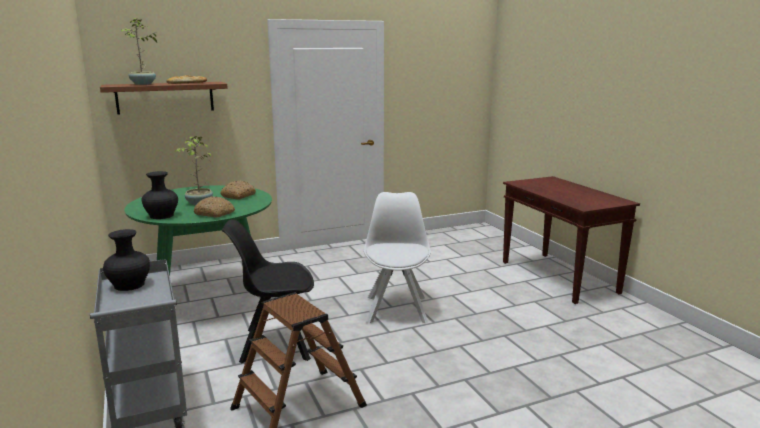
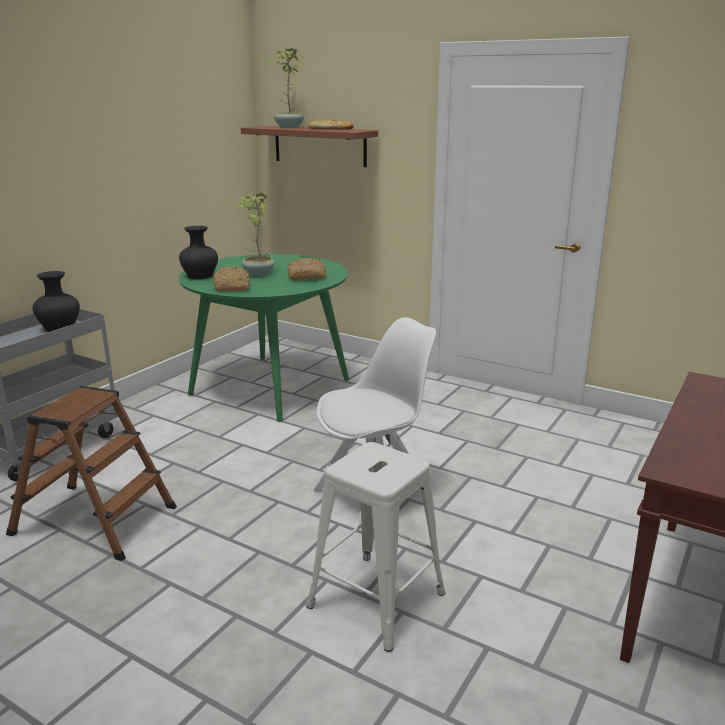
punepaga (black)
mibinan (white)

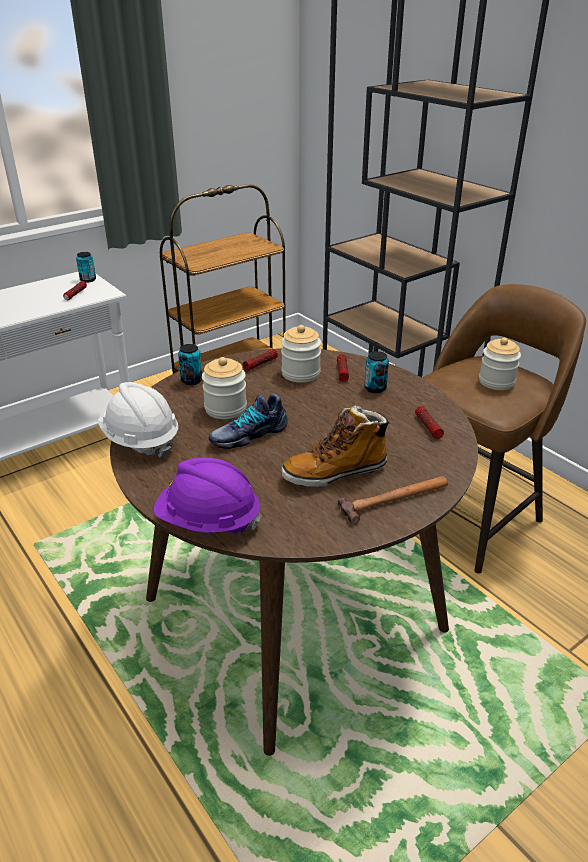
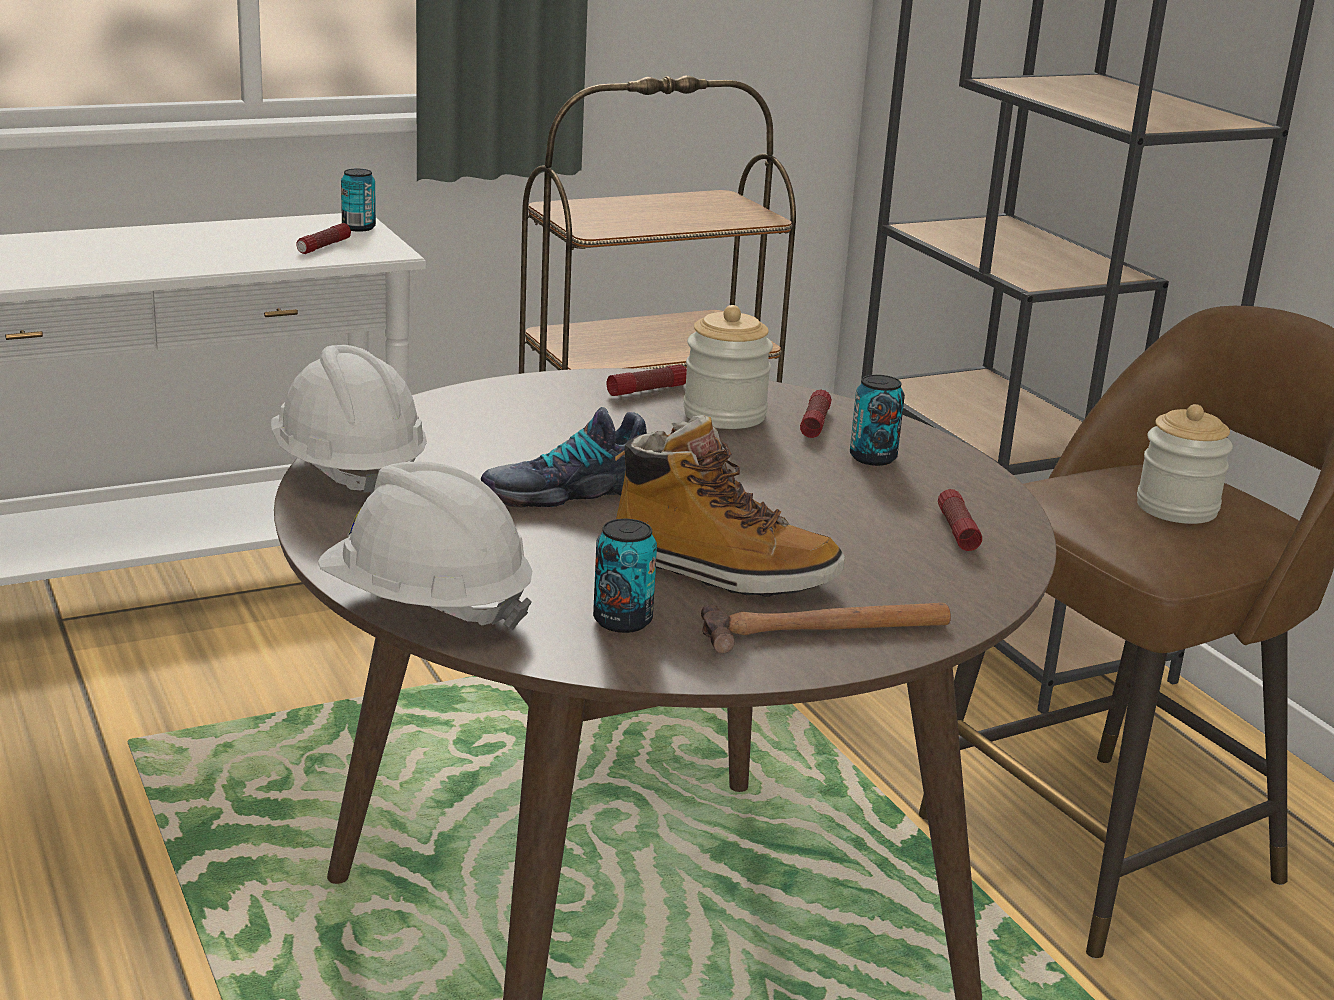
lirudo (no. 1 from left in the first image)
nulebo (no. 2 from left)
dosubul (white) (no. 2 from left)
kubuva

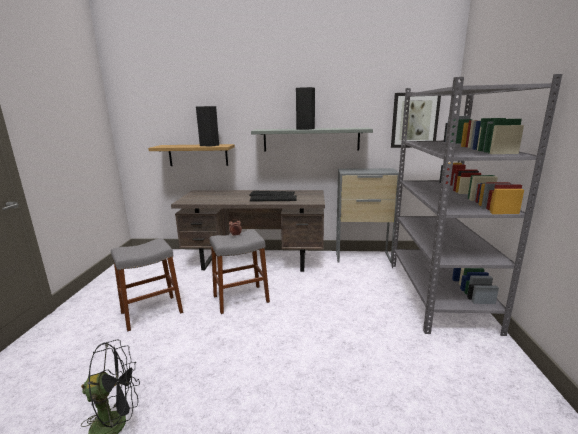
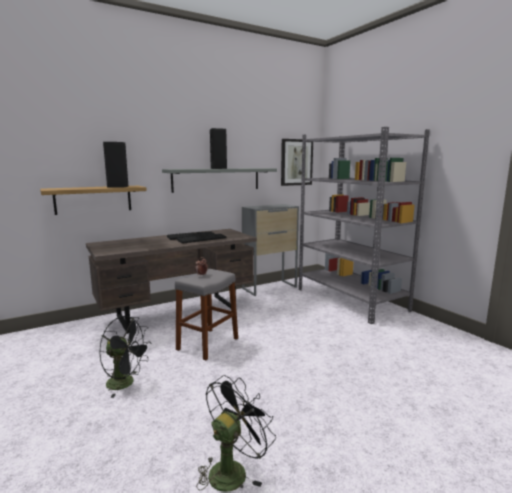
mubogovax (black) (no. 1 from left)

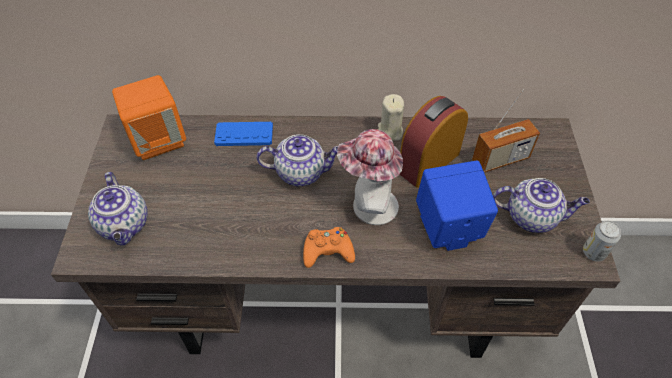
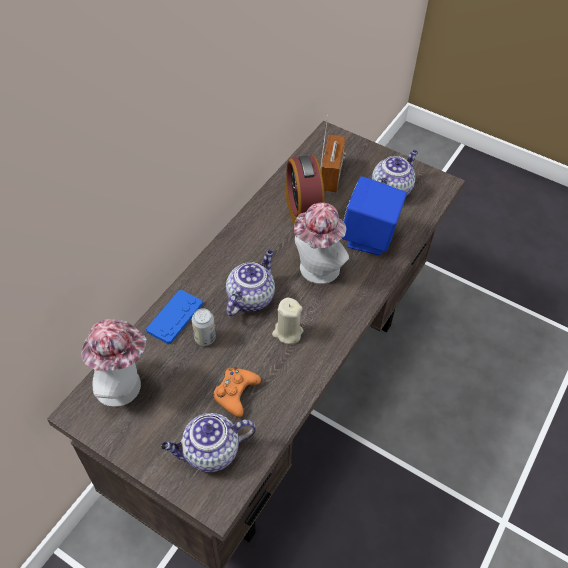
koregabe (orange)
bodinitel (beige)
nulebo
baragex (no. 1 from left)
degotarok (no. 1 from left)

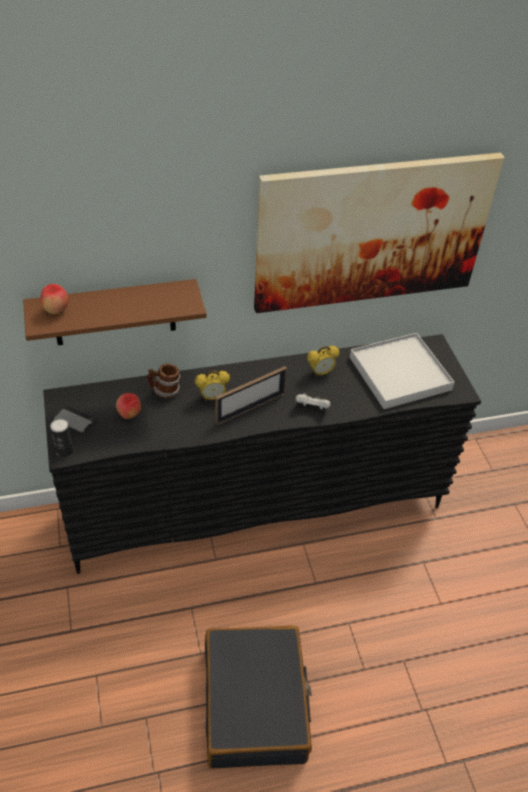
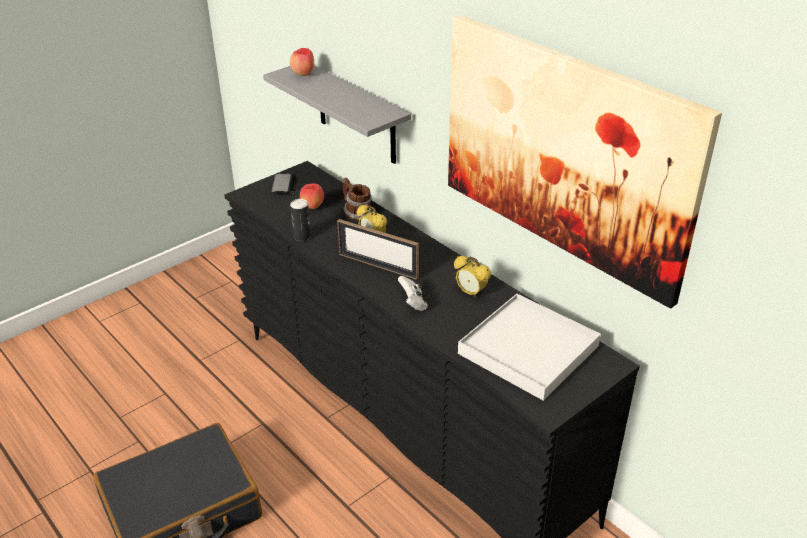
nulebo
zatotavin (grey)

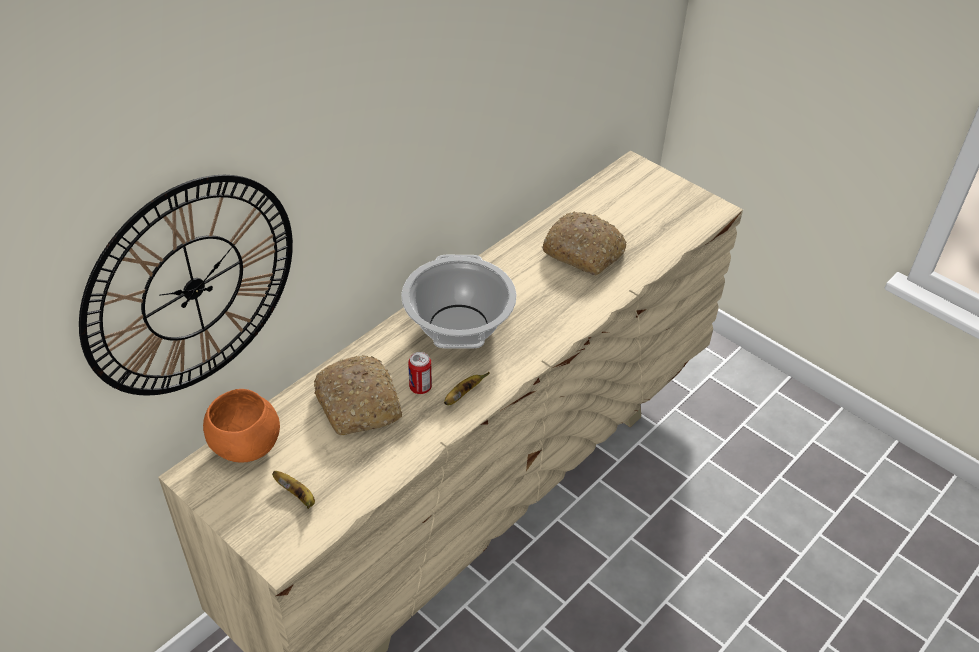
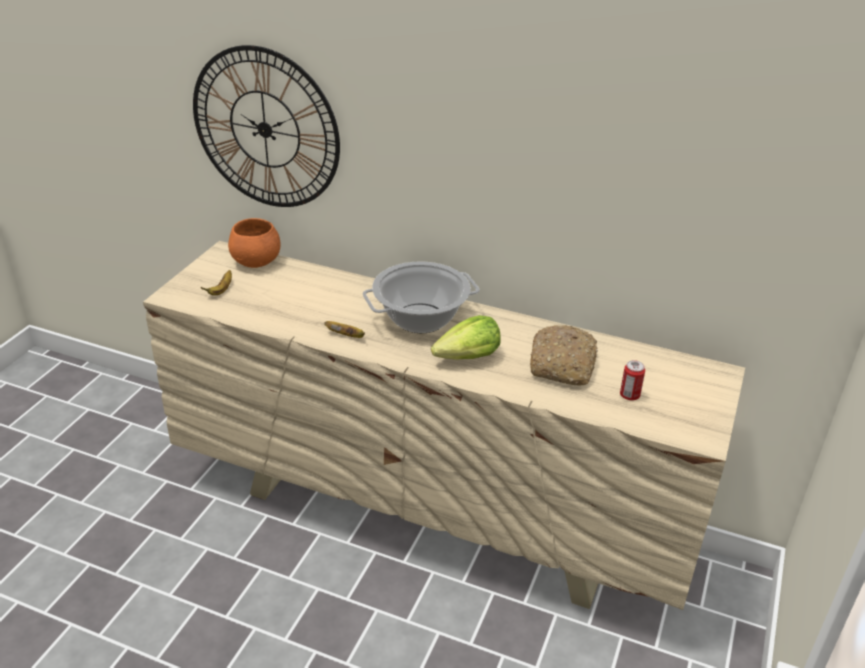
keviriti (no. 1 from left in the first image)
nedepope
nulebo

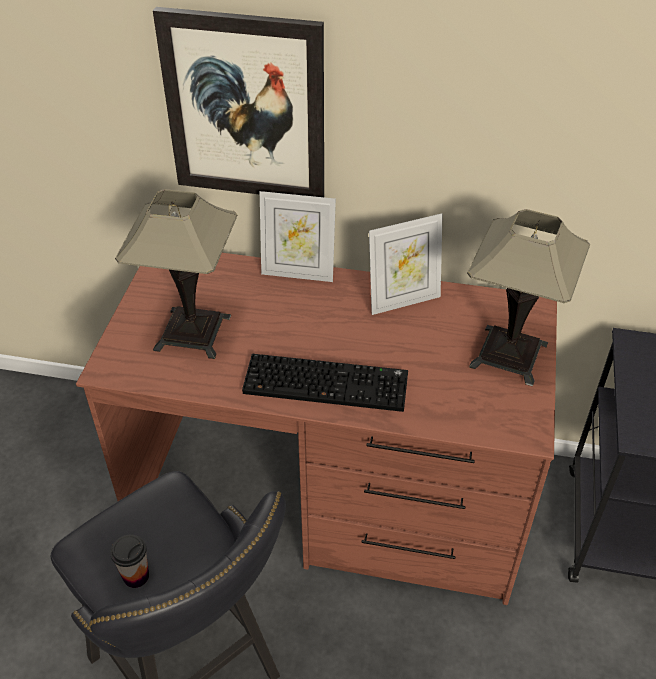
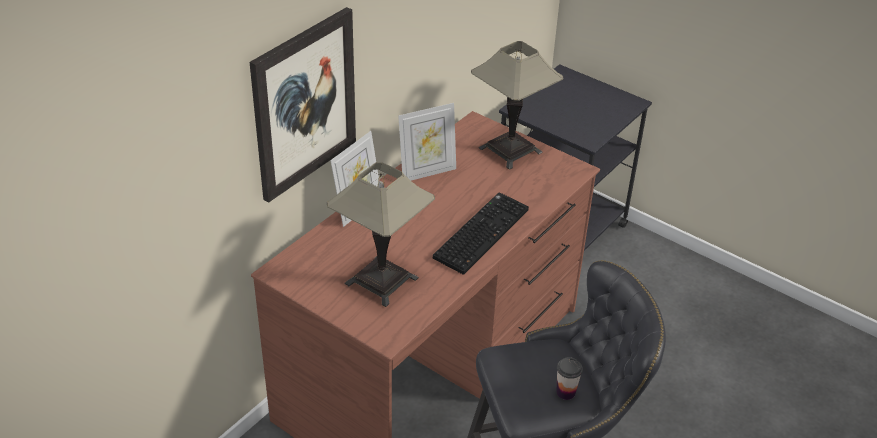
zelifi (no. 2 from left)

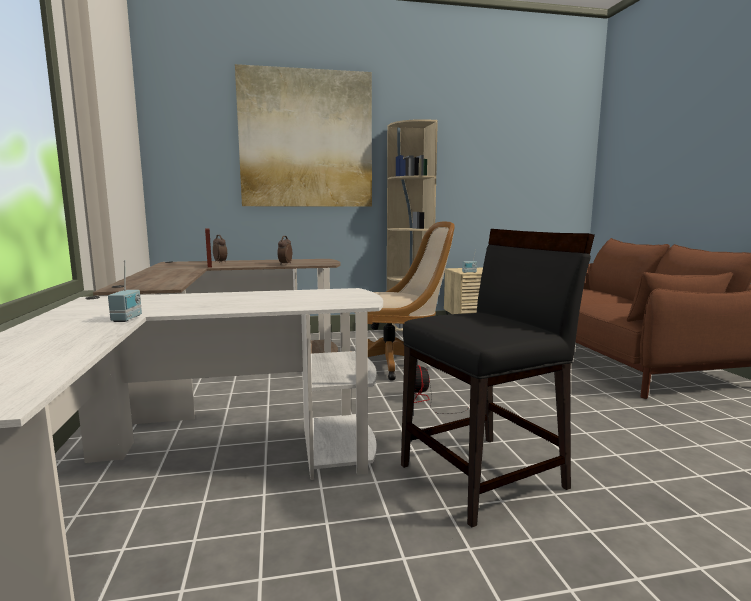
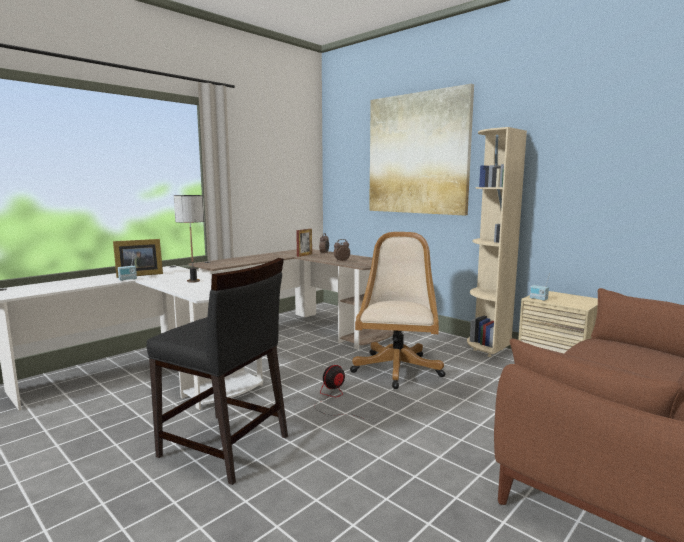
zelifi (no. 1 from left)
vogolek
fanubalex

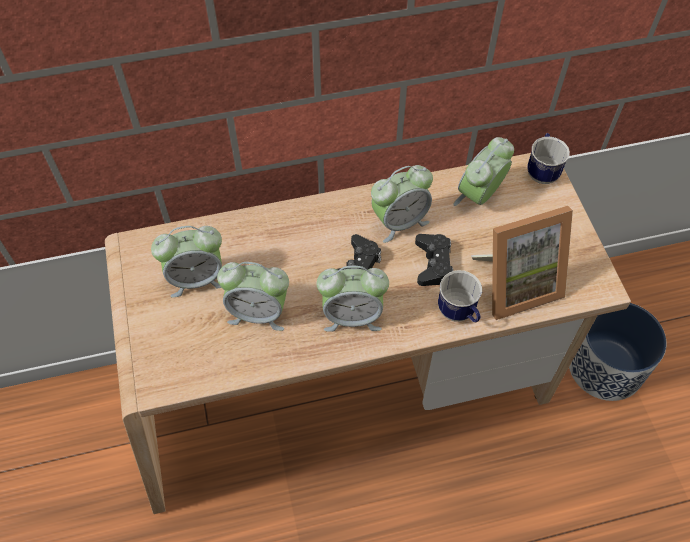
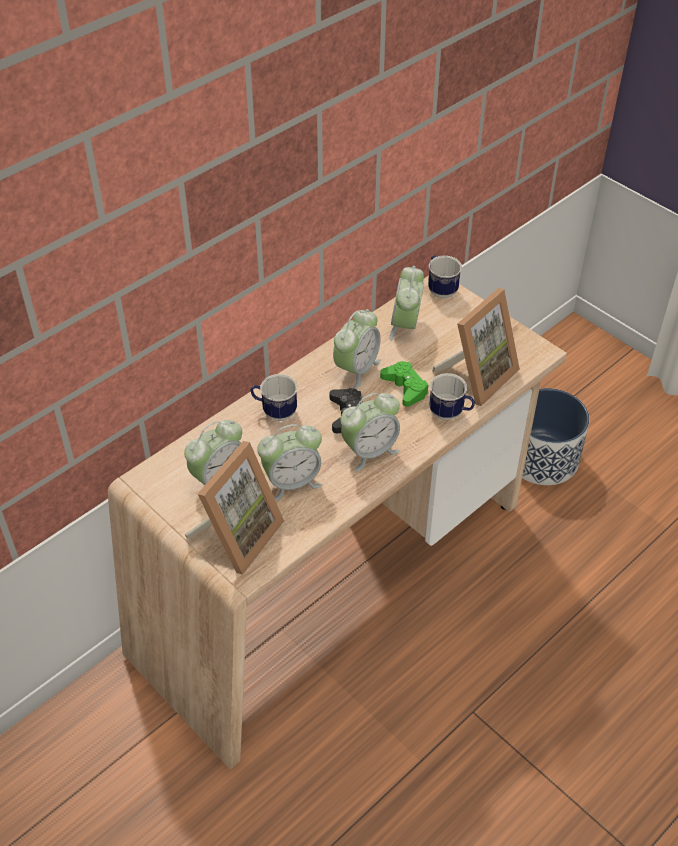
zelifi (no. 1 from left)
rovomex (no. 1 from left)
koregabe (green)

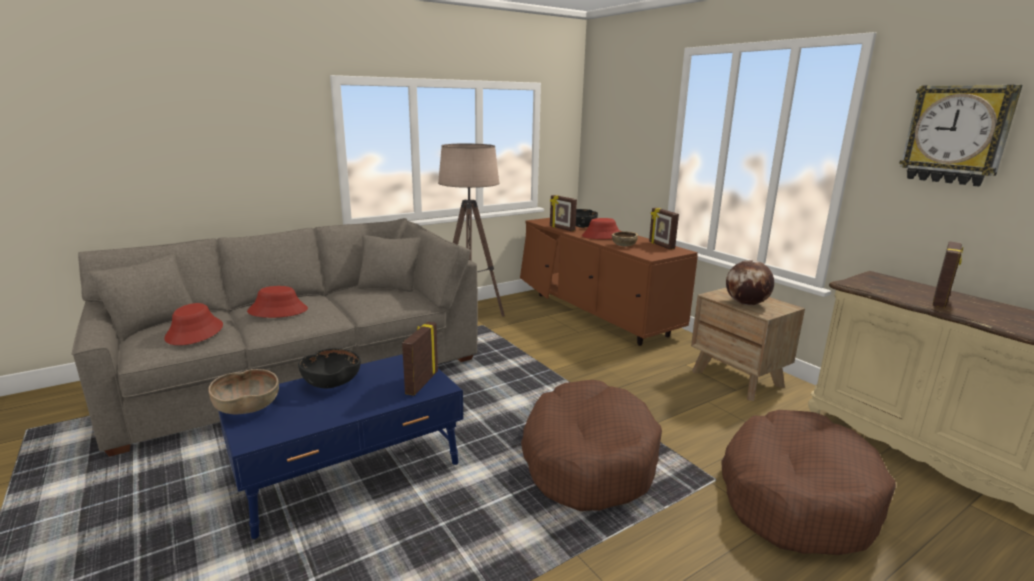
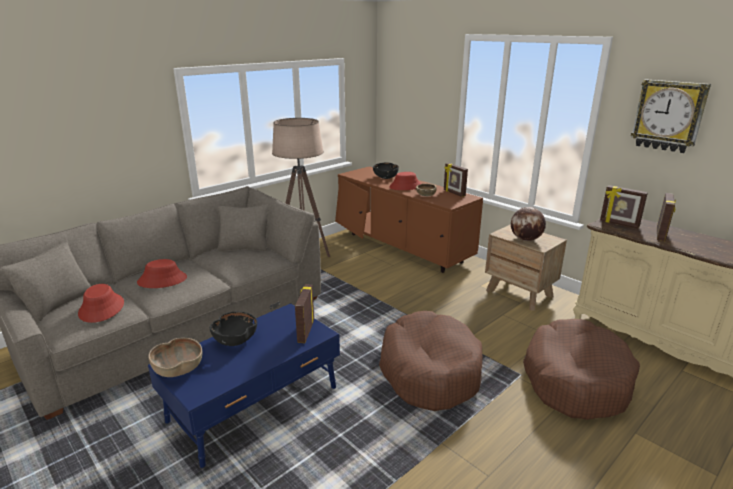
zelifi (no. 3 from left)

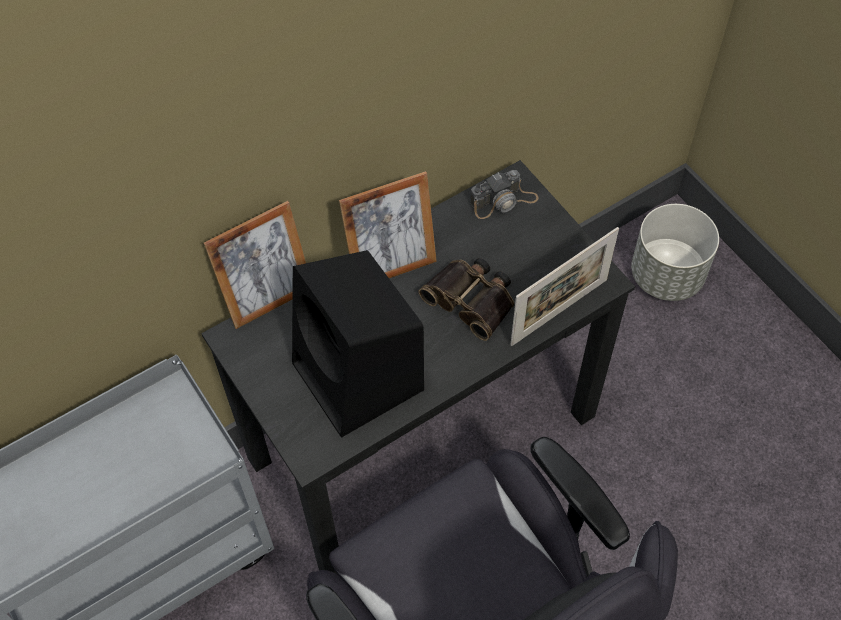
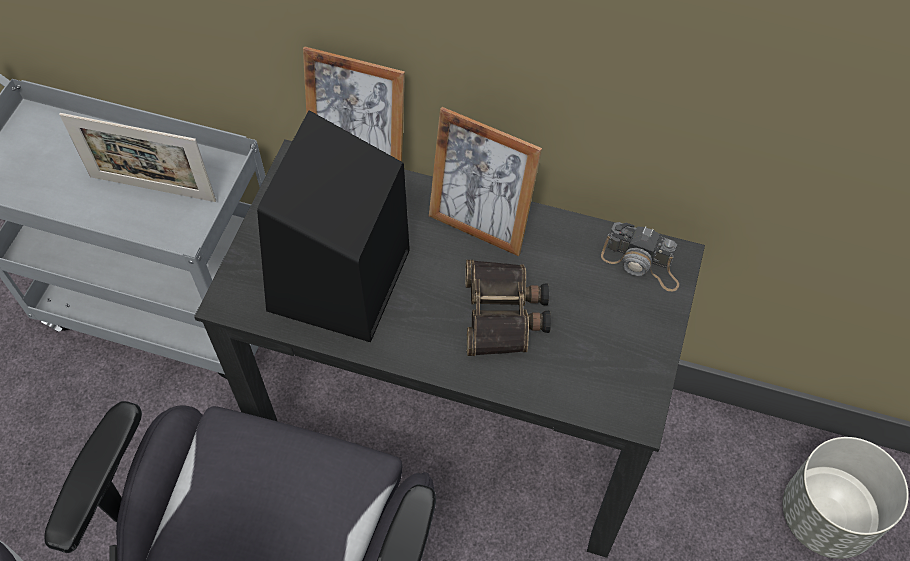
zelifi (no. 1 from left)

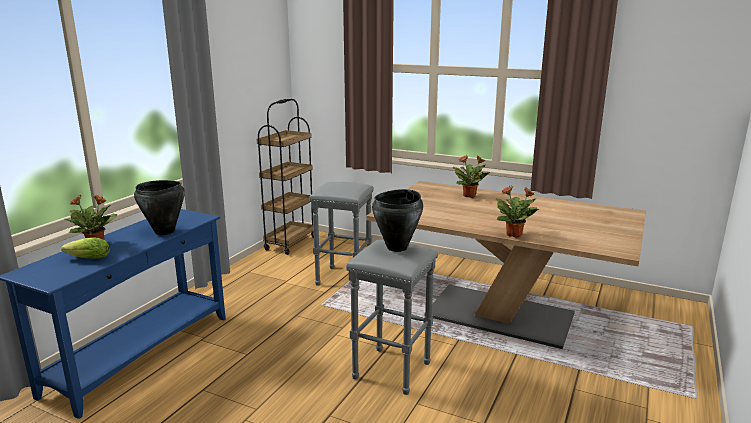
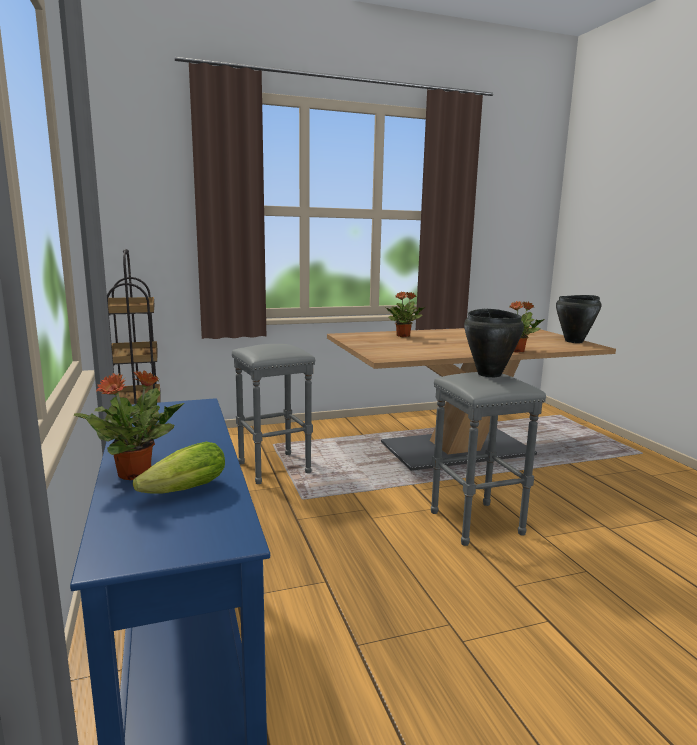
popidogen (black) (no. 2 from left)

